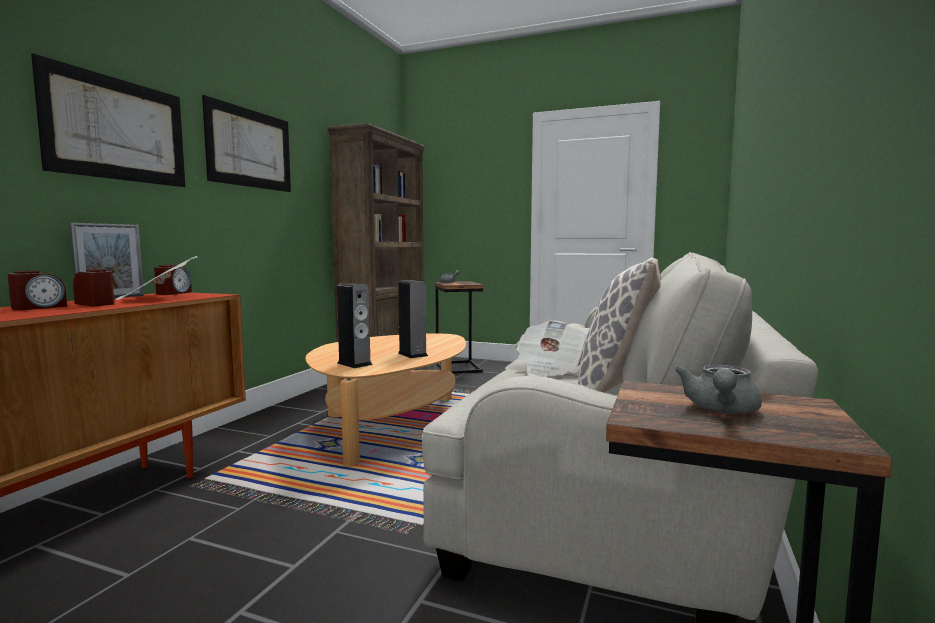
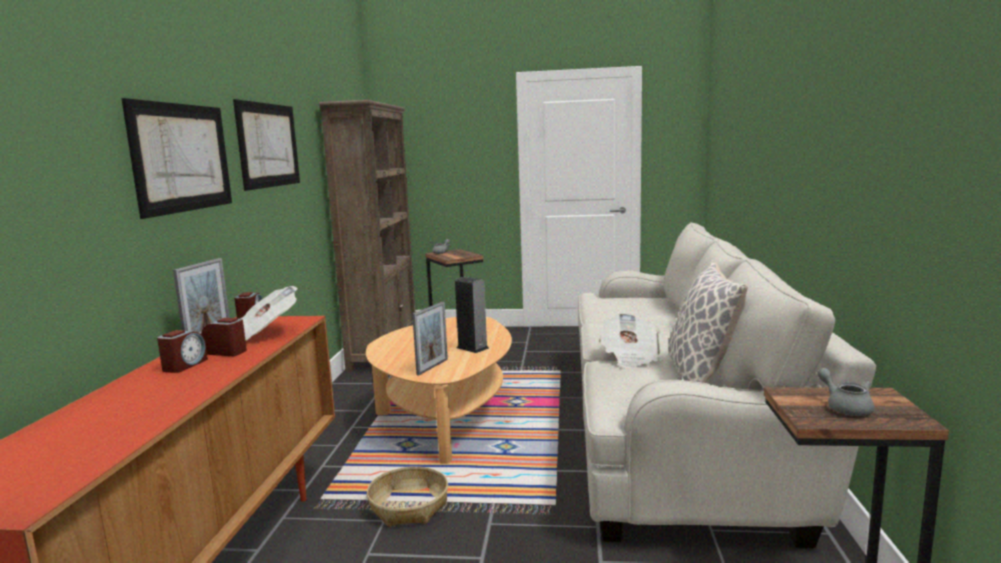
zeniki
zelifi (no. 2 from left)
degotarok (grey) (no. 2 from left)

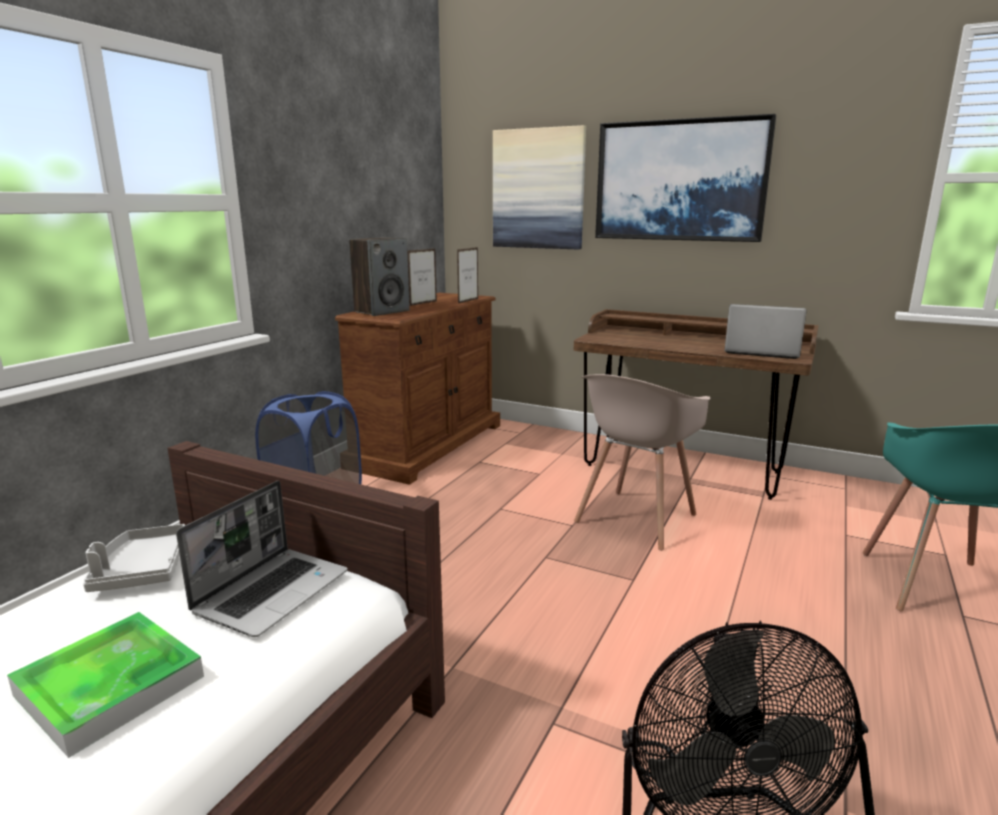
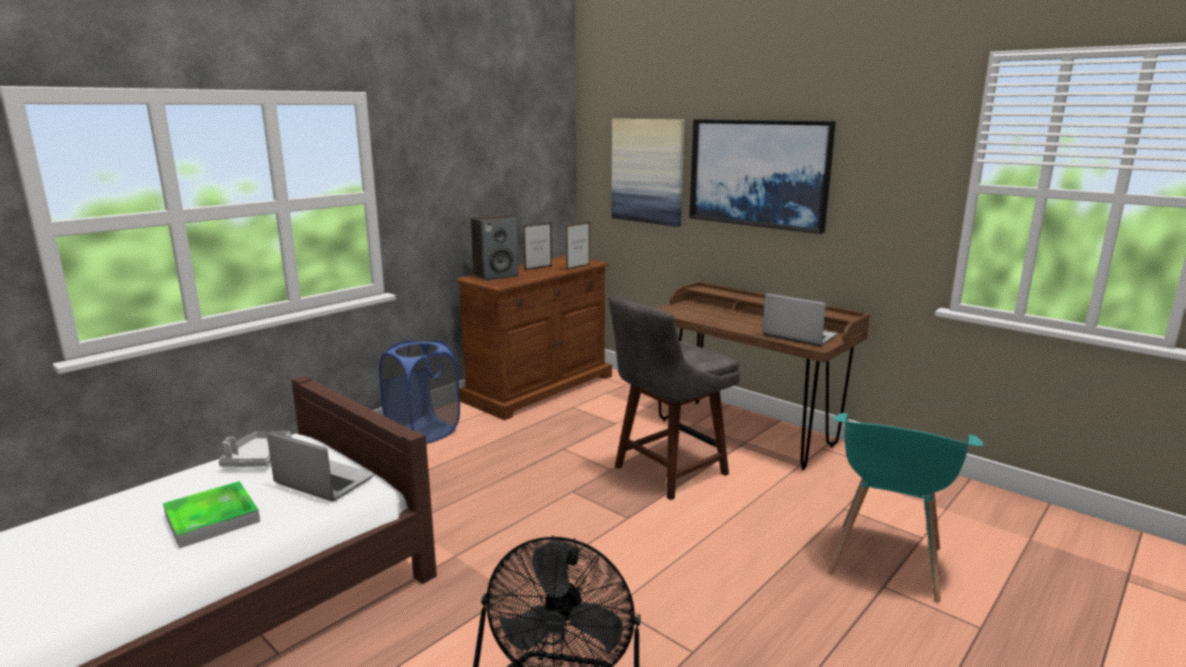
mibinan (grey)
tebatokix (no. 1 from left)

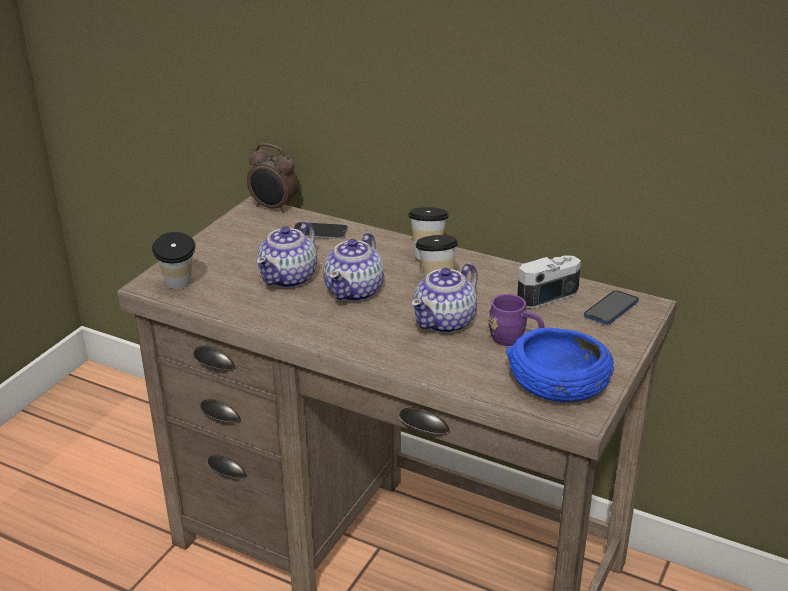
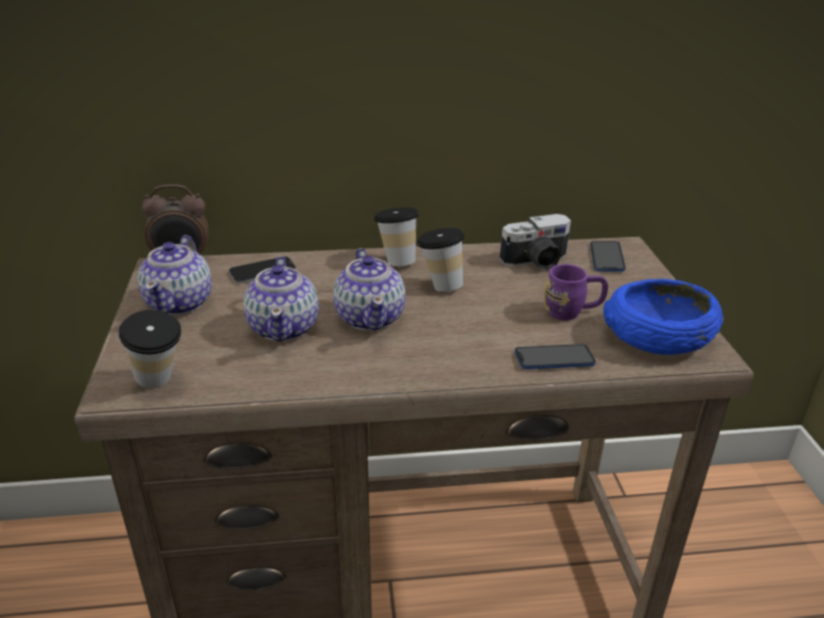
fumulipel (no. 2 from left)
degotarok (no. 1 from left)
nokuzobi

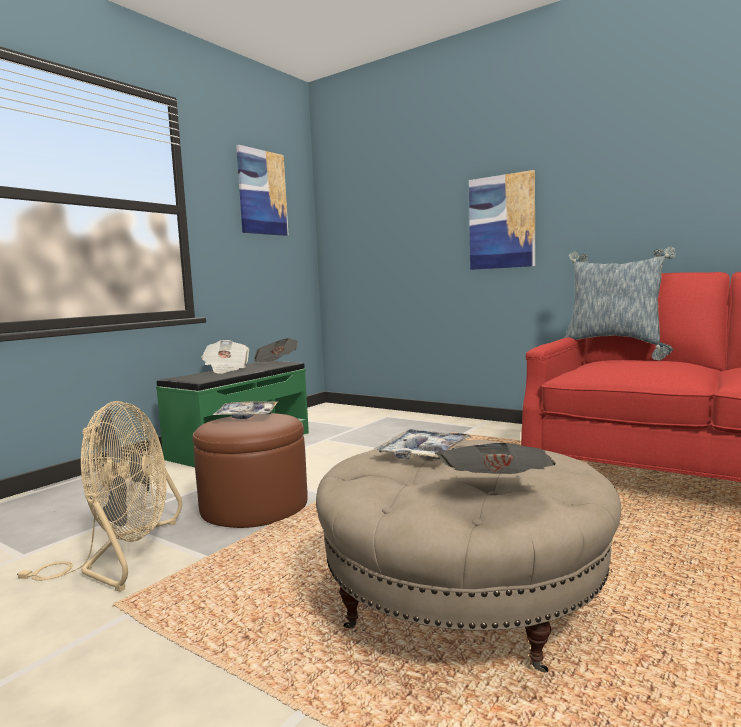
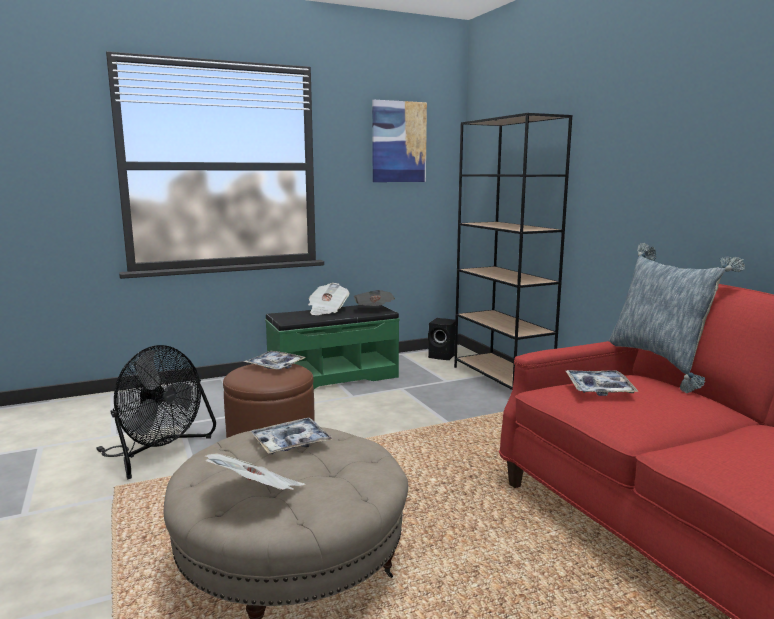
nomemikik (no. 2 from left in the first image)
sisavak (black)
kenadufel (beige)
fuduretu (no. 3 from left)
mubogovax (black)

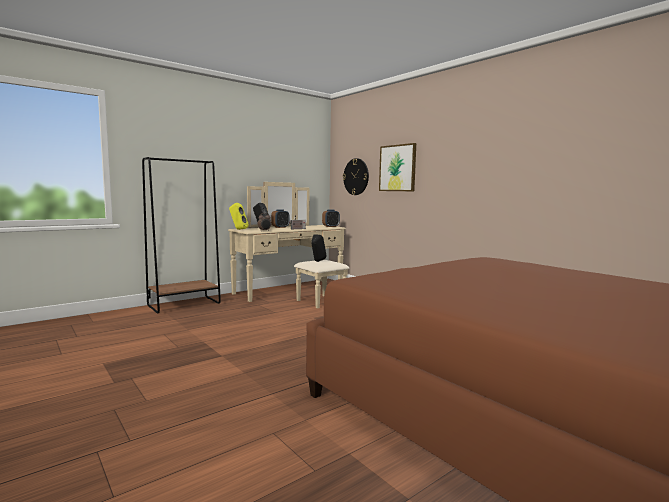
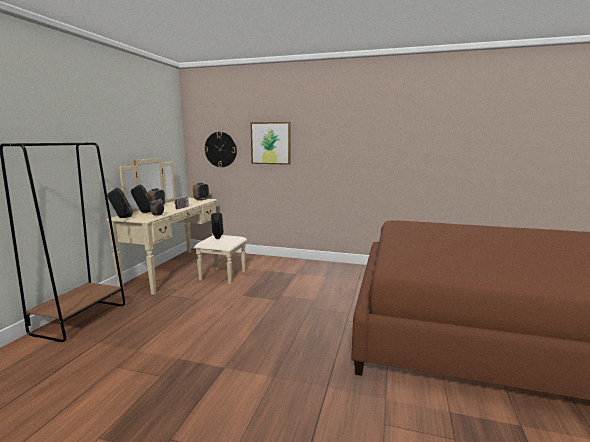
sisavak (black) (no. 1 from left)

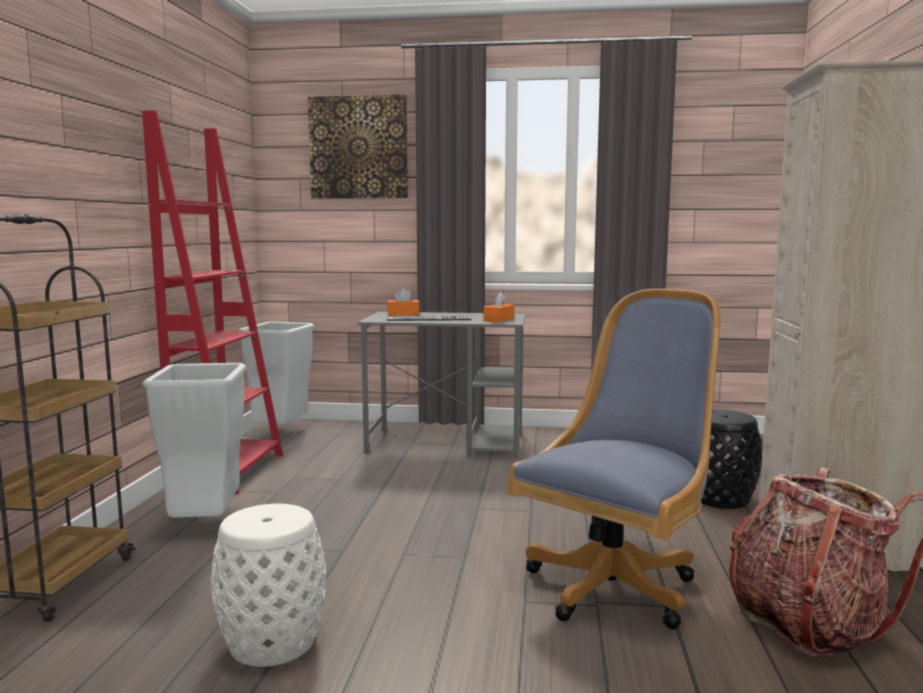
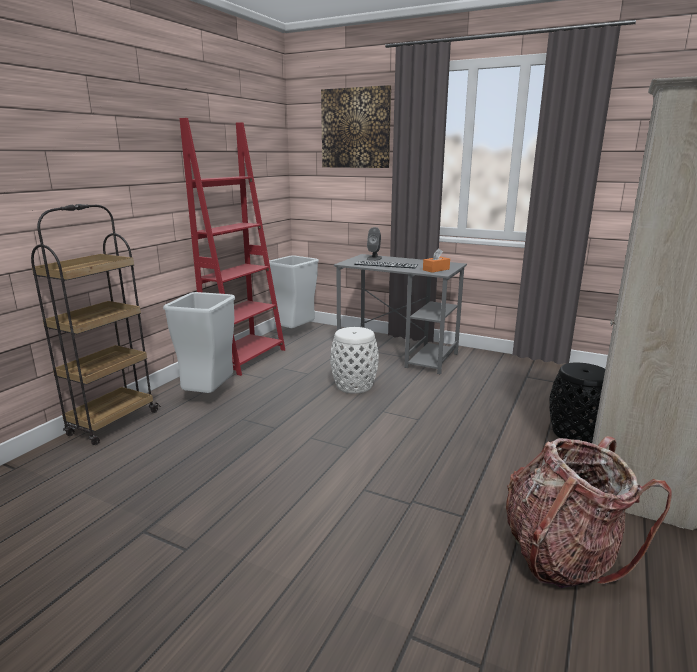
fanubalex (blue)
mibinan (white)
sisavak (grey)

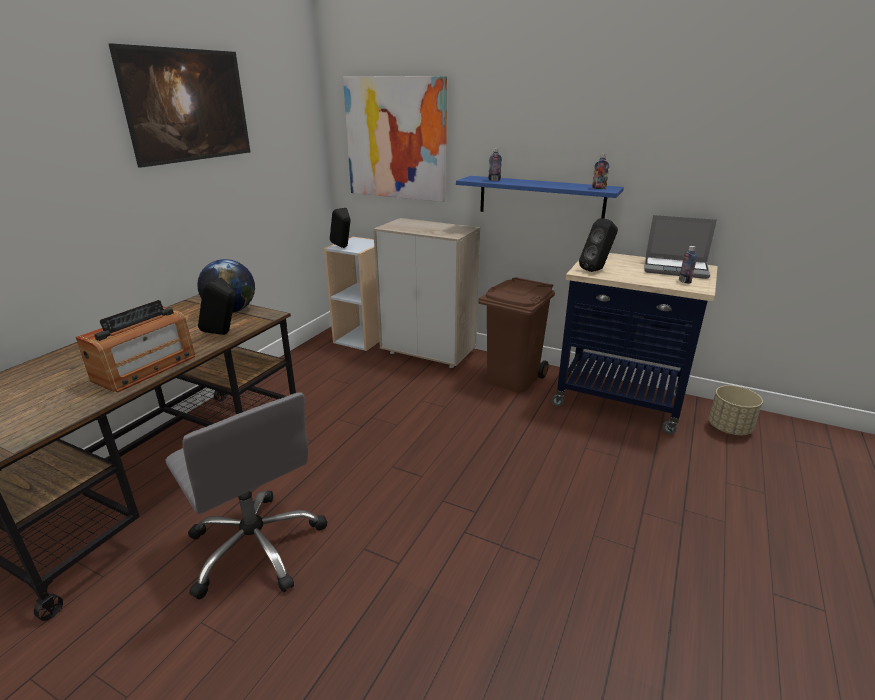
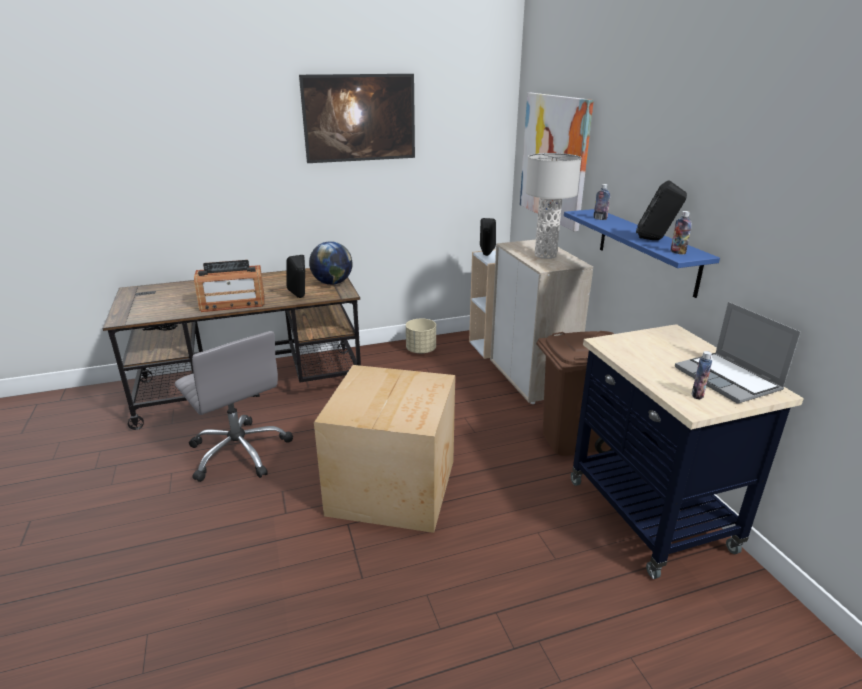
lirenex
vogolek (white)
sisavak (black) (no. 3 from left)
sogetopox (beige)
fanubalex (grey)

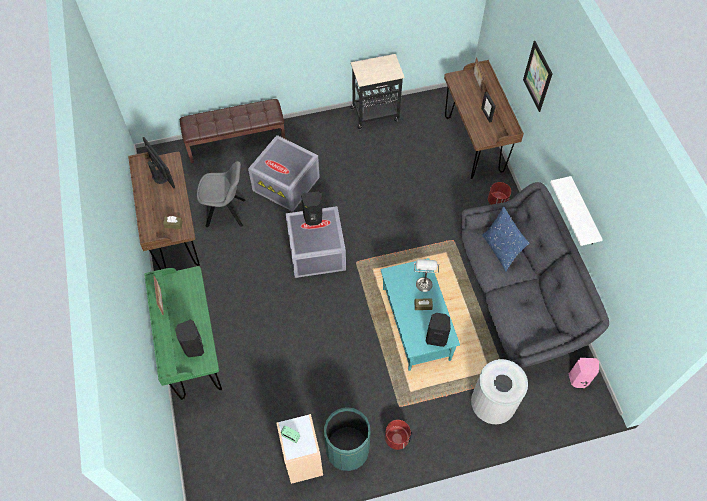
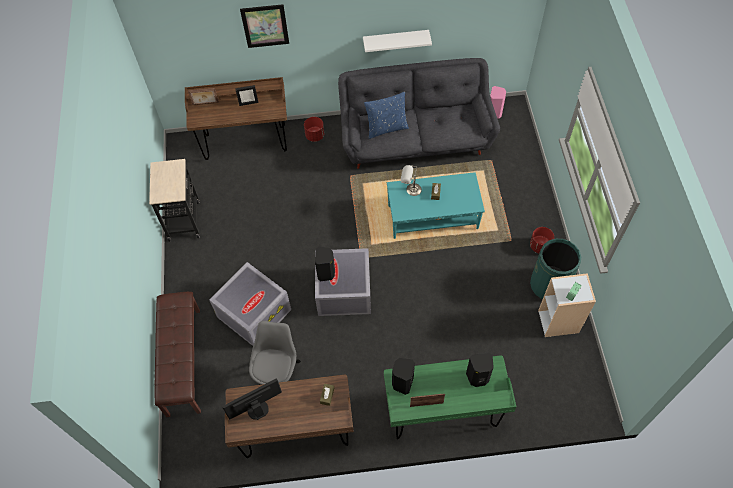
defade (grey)
sisavak (black) (no. 2 from left)

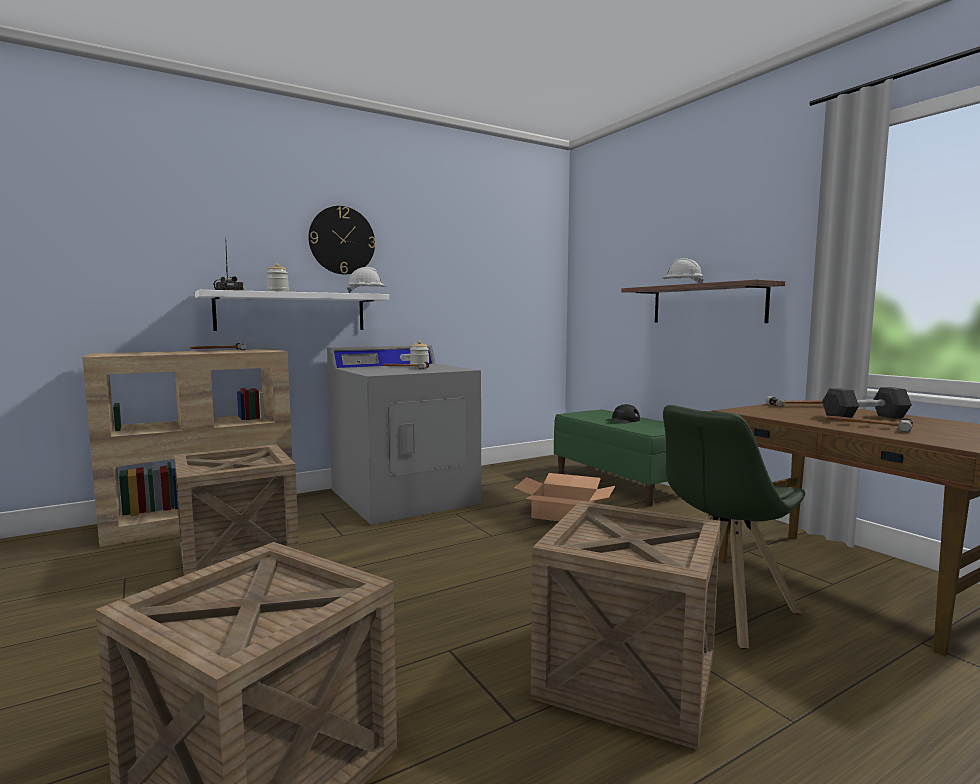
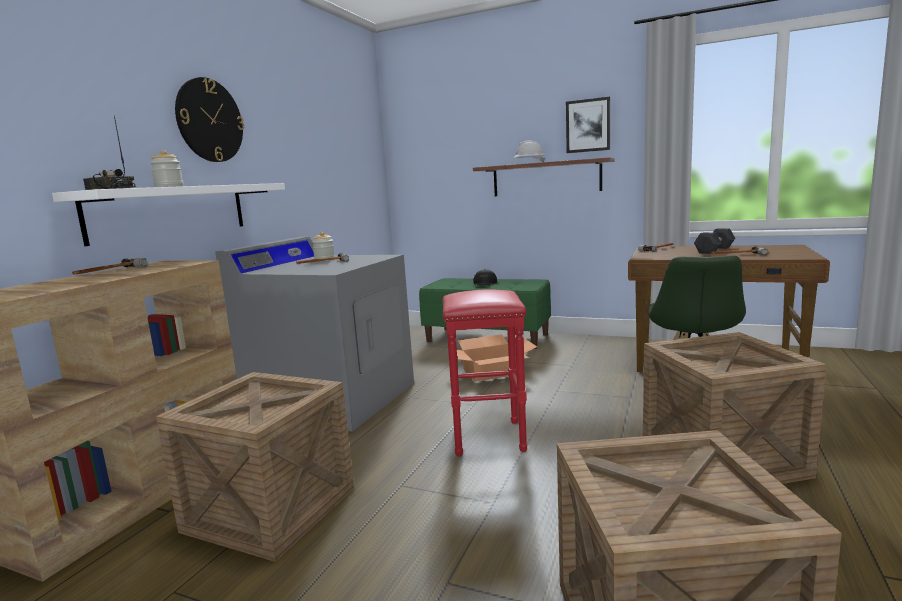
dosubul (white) (no. 1 from left in the first image)
mibinan (red)
nomemikik

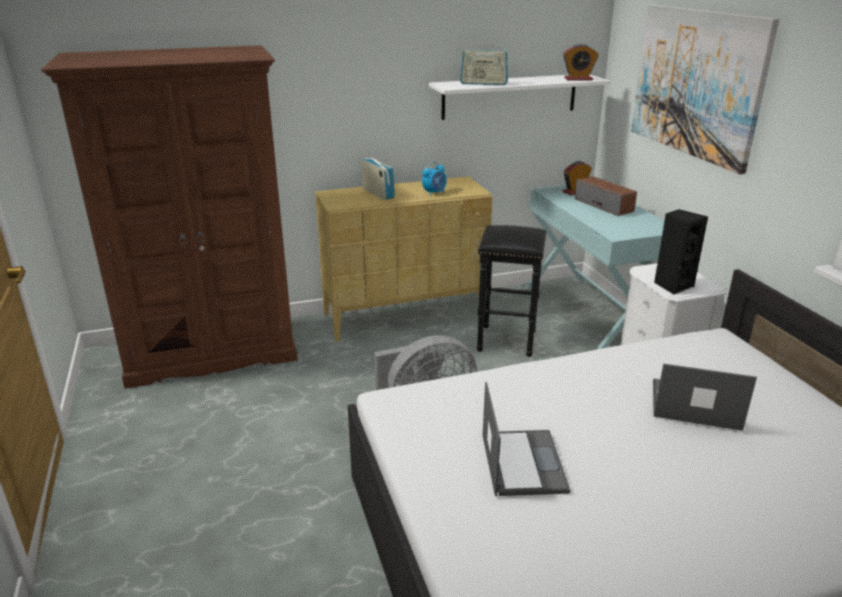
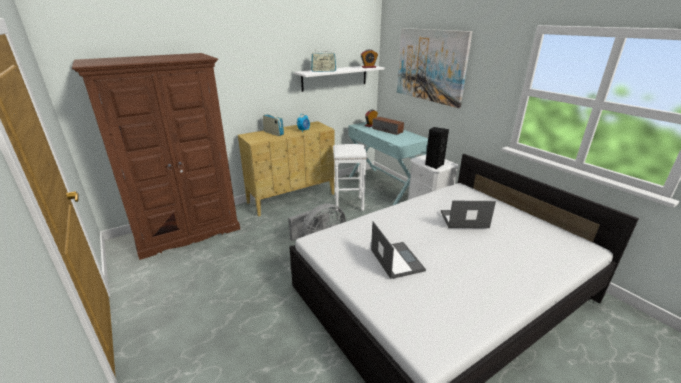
mibinan (white)

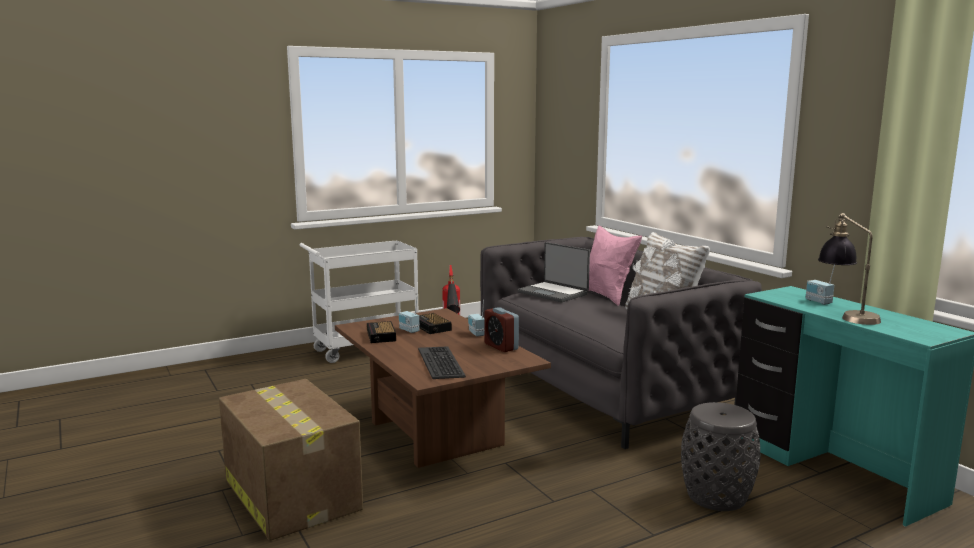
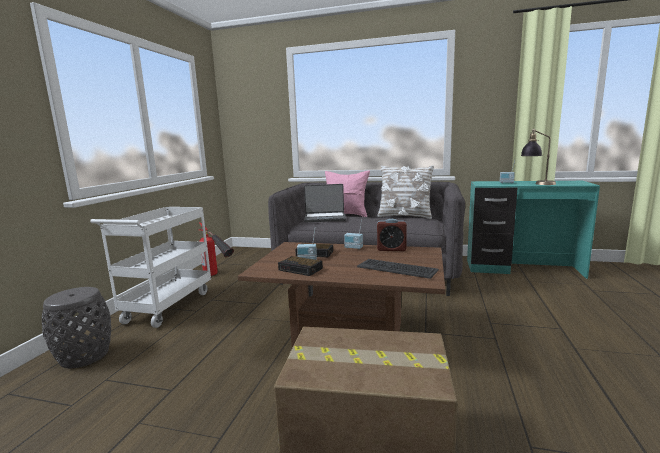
mibinan (grey)

